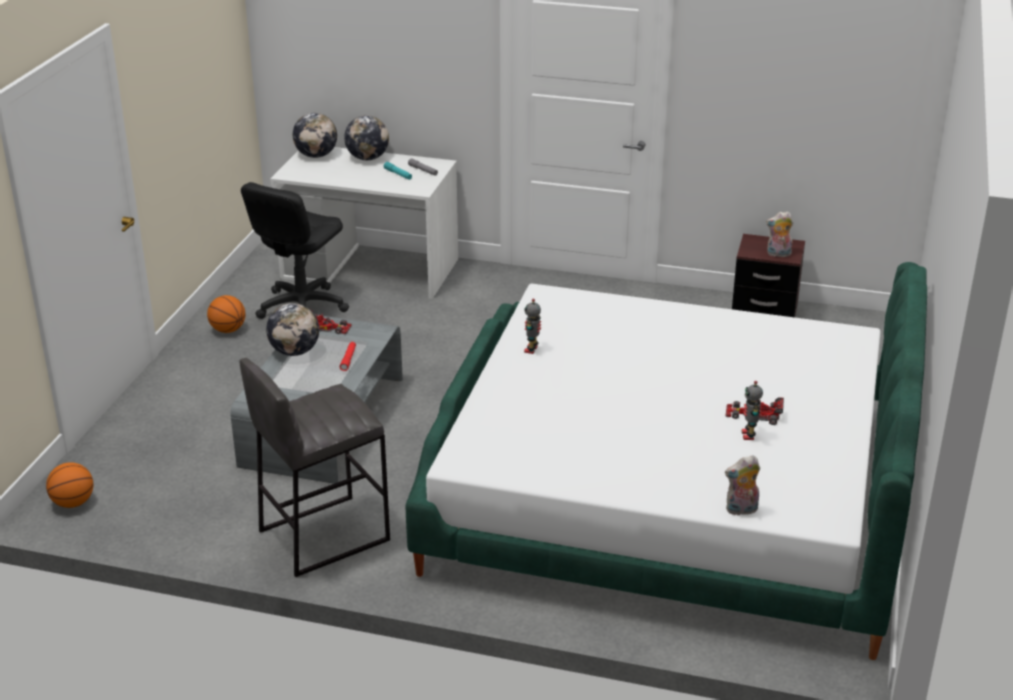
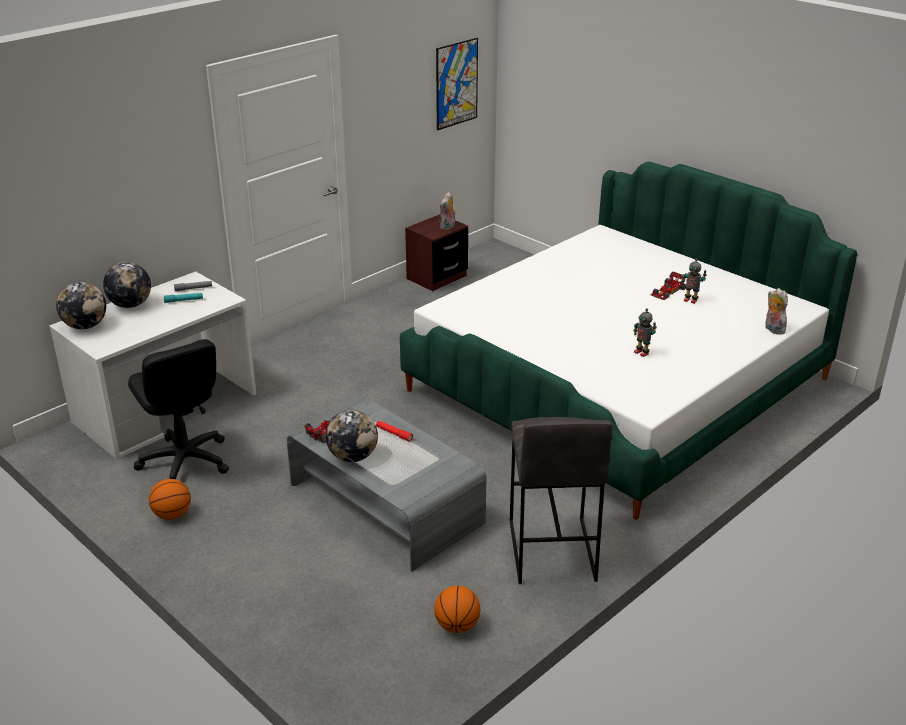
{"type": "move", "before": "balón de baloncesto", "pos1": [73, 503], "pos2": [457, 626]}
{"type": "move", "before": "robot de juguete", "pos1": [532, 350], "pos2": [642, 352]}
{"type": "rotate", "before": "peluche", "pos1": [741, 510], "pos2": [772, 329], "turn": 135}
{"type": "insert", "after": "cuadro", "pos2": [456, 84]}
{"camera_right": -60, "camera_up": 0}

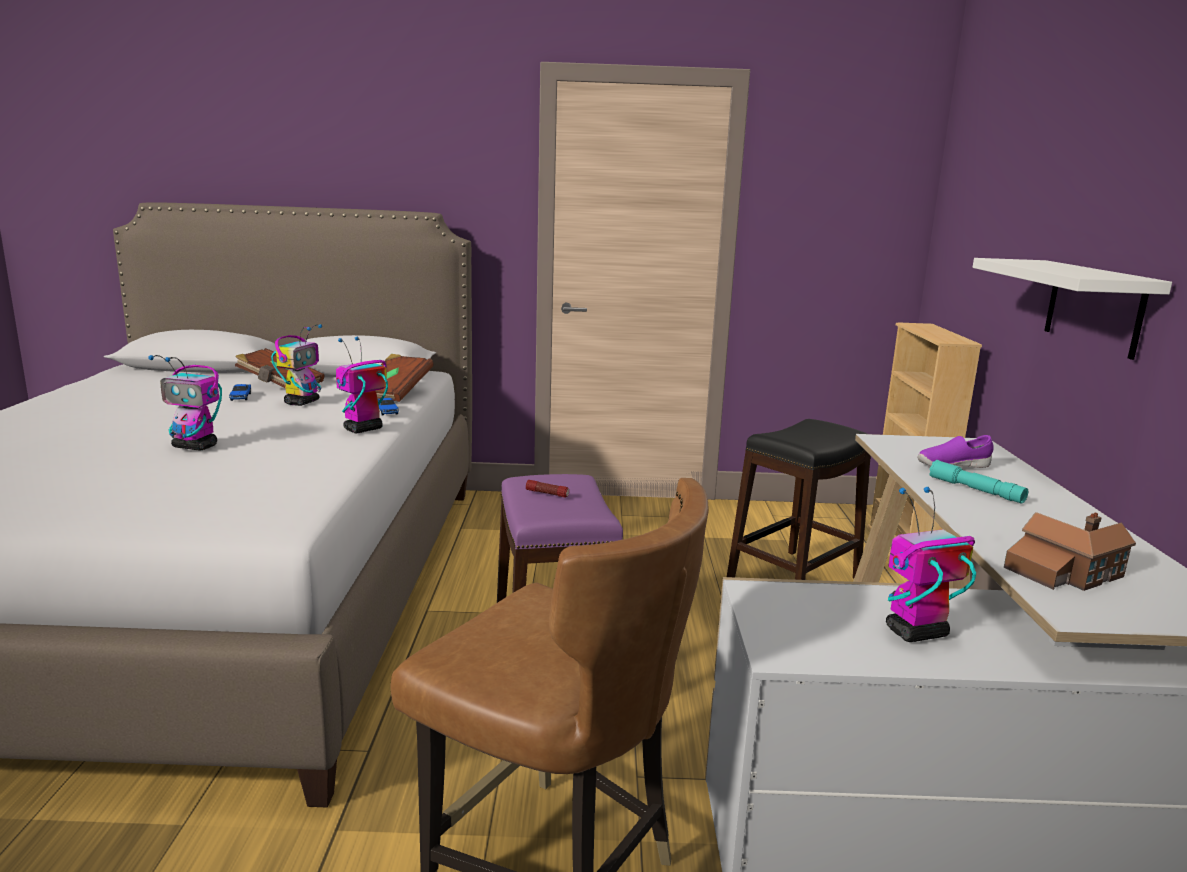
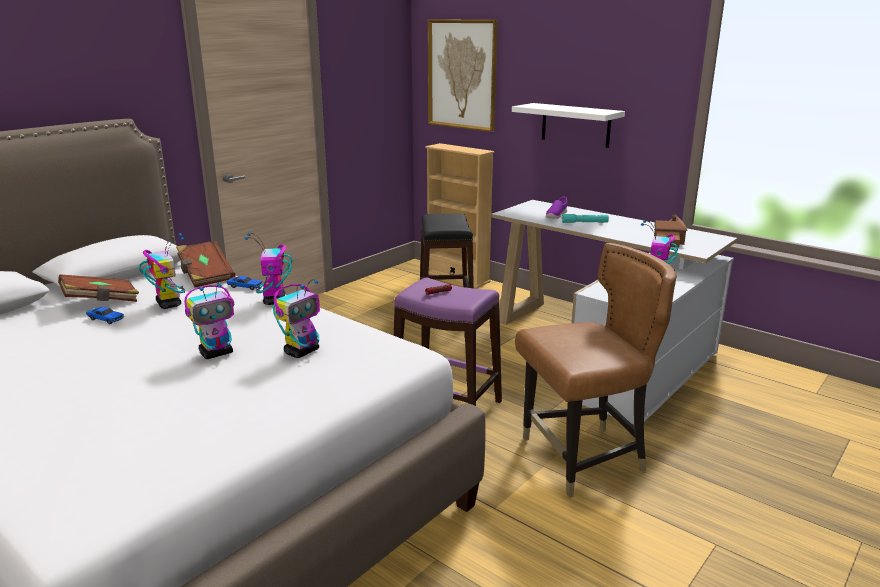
{"type": "insert", "after": "robot de juguete", "pos2": [302, 351]}
{"type": "insert", "after": "cuadro", "pos2": [462, 74]}
{"camera_right": -50, "camera_up": 5}

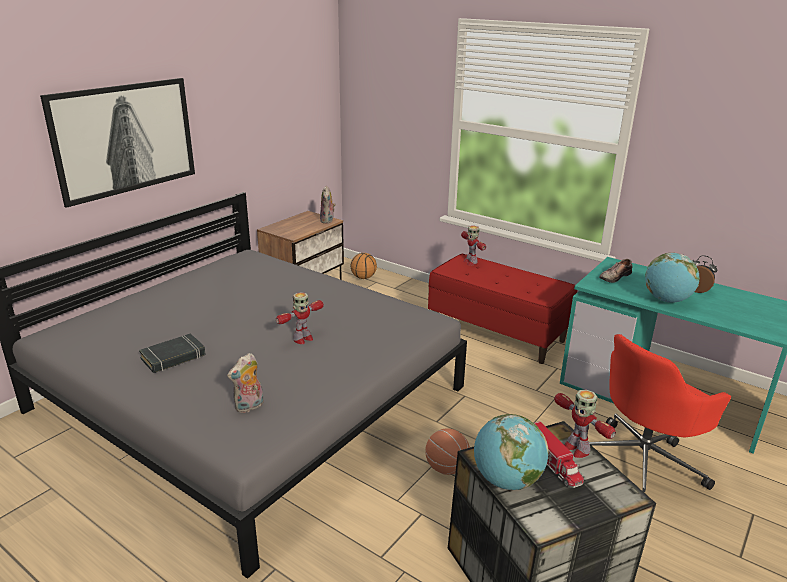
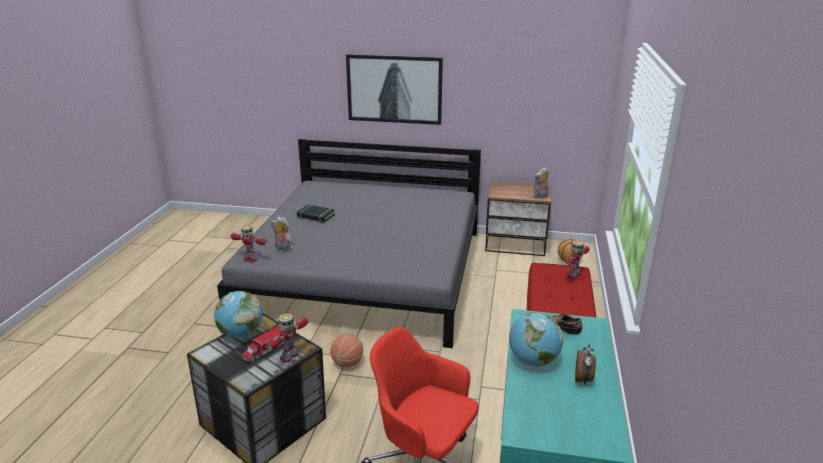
{"type": "move", "before": "robot de juguete", "pos1": [302, 339], "pos2": [250, 259]}
{"camera_right": 65, "camera_up": 0}

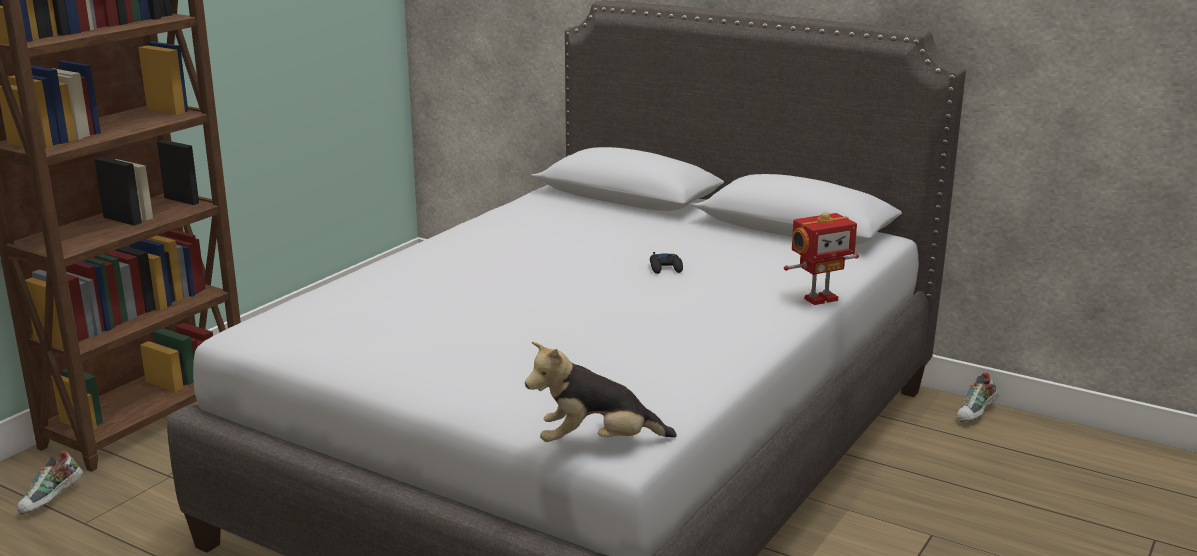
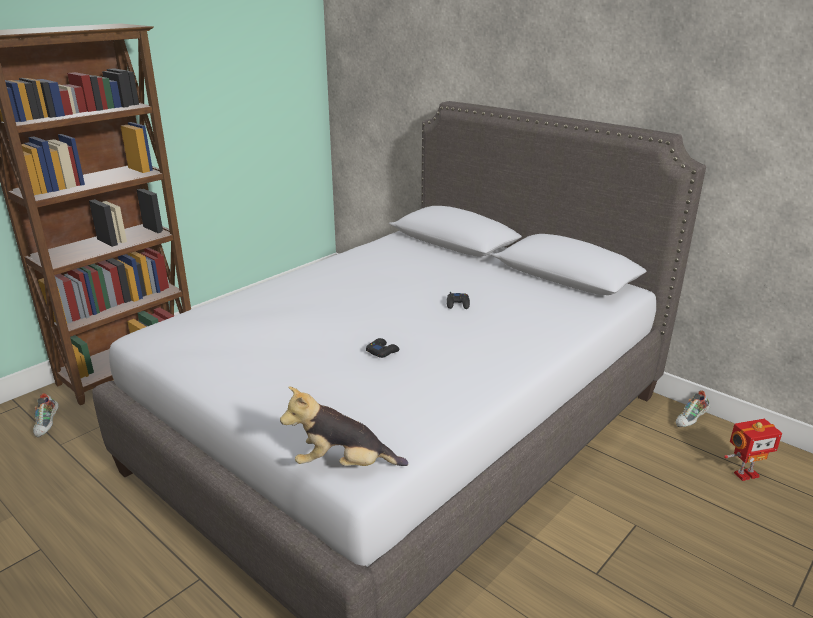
{"type": "rotate", "before": "zapato", "pos1": [52, 501], "pos2": [48, 425], "turn": -45}
{"type": "move", "before": "robot de juguete", "pos1": [819, 298], "pos2": [745, 474]}
{"type": "insert", "after": "mando de consola (negro)", "pos2": [382, 351]}
{"camera_right": 10, "camera_up": 5}

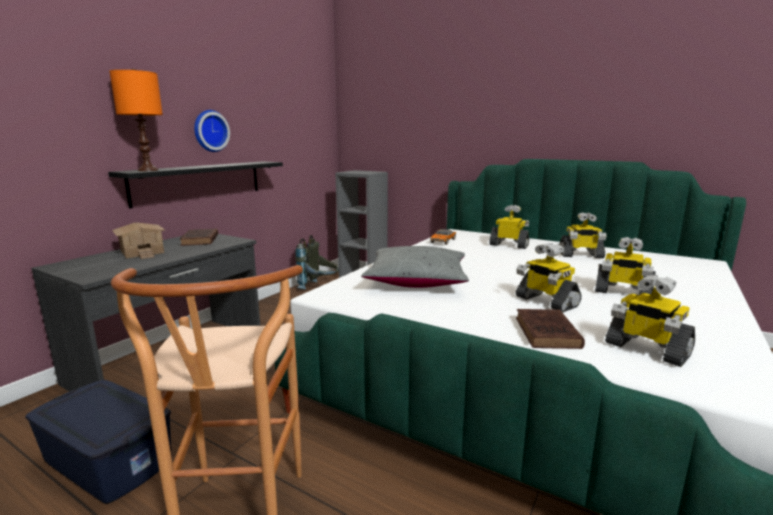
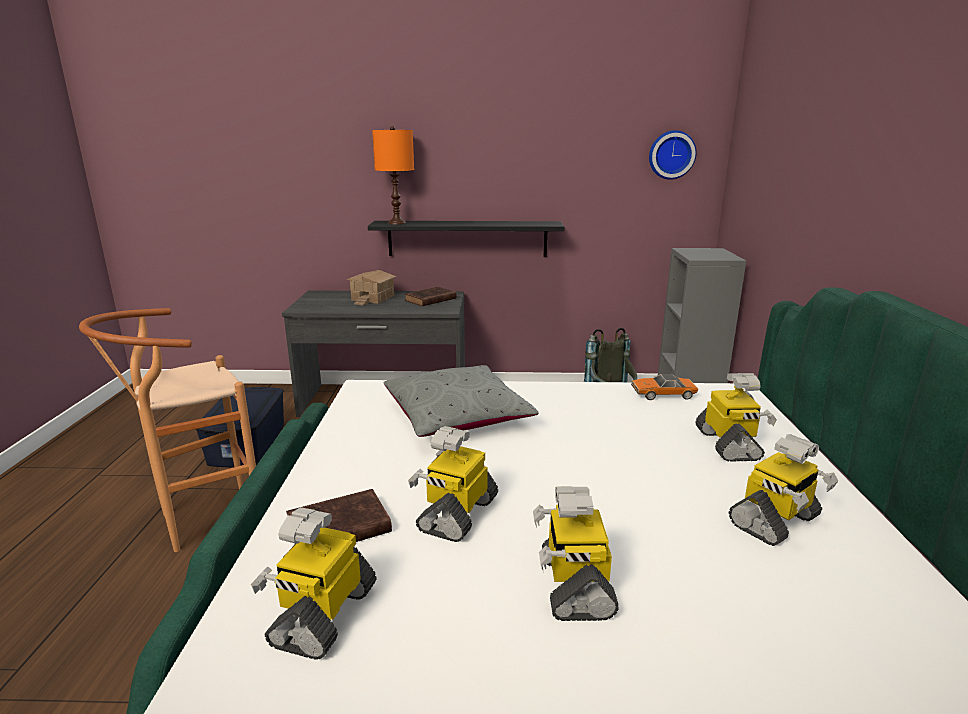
{"type": "move", "before": "reloj de pared", "pos1": [210, 131], "pos2": [671, 155]}
{"type": "rotate", "before": "robot de juguete", "pos1": [580, 255], "pos2": [775, 521], "turn": -105}
{"camera_right": 60, "camera_up": 5}

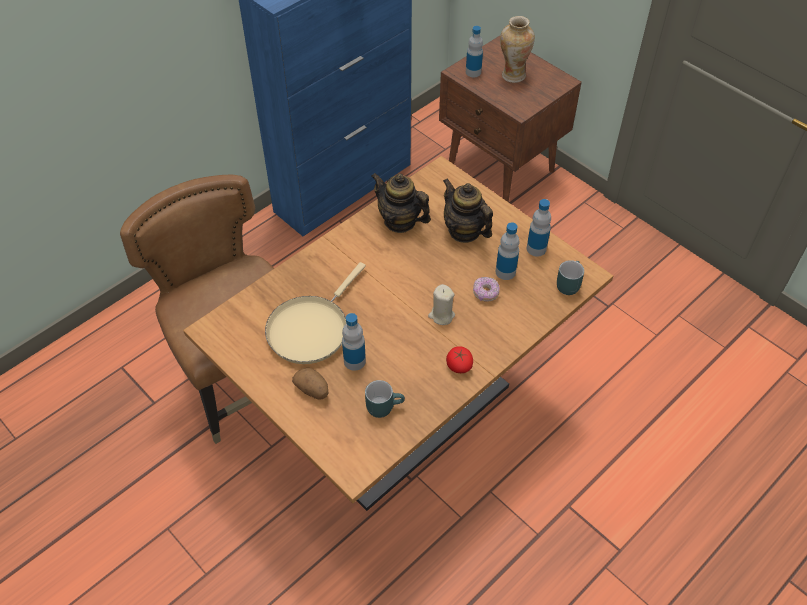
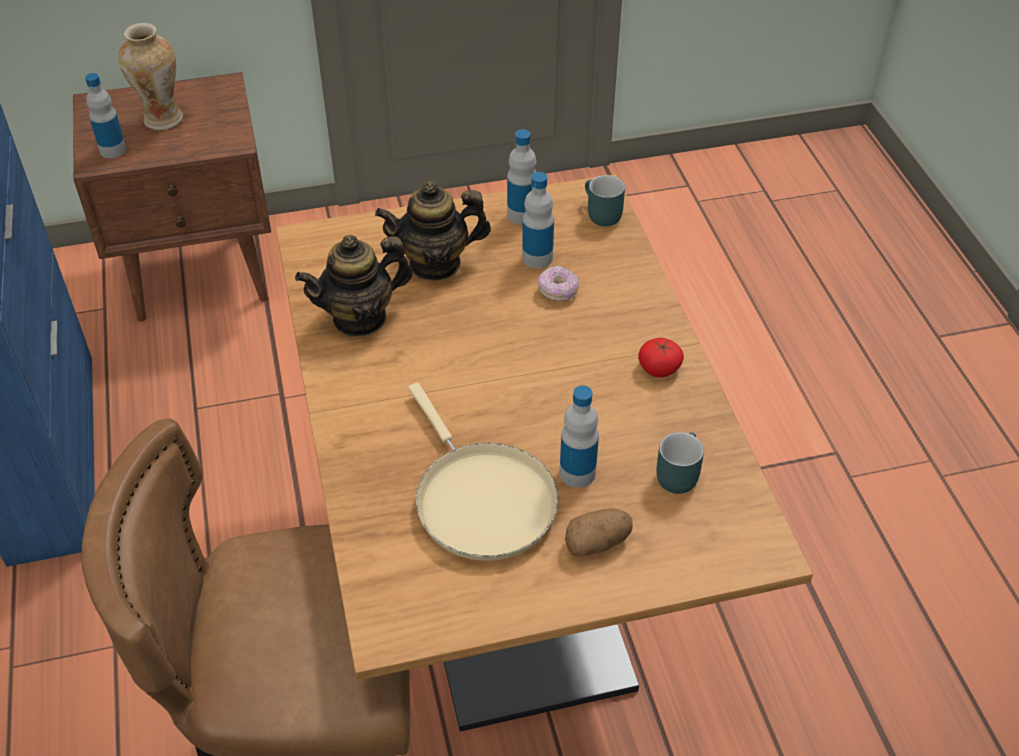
{"type": "delete", "before": "vela (beis)", "pos1": [441, 315]}
{"camera_right": -60, "camera_up": -5}

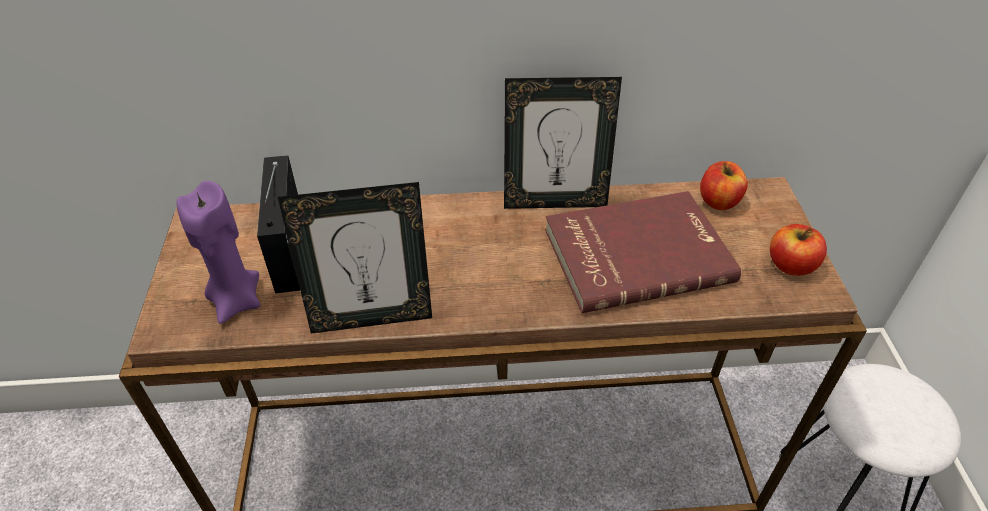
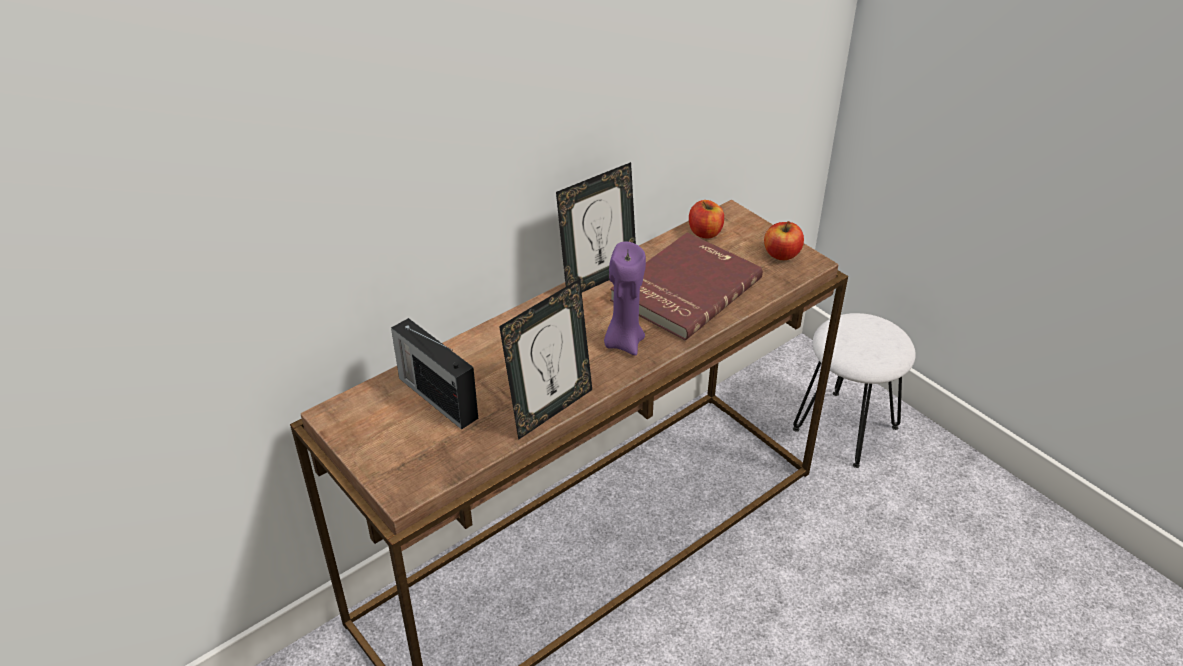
{"type": "move", "before": "vela (morado)", "pos1": [236, 301], "pos2": [623, 342]}
{"camera_right": -35, "camera_up": -5}

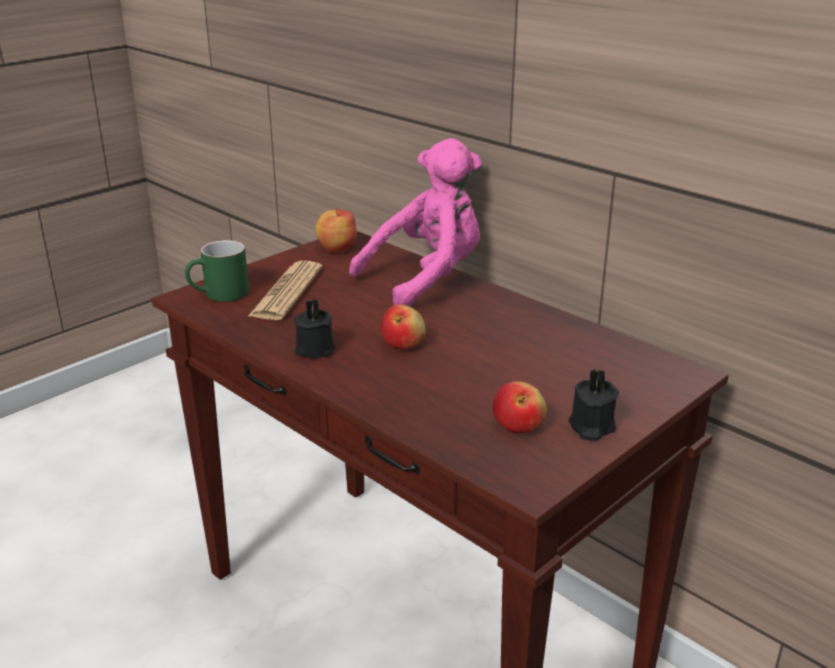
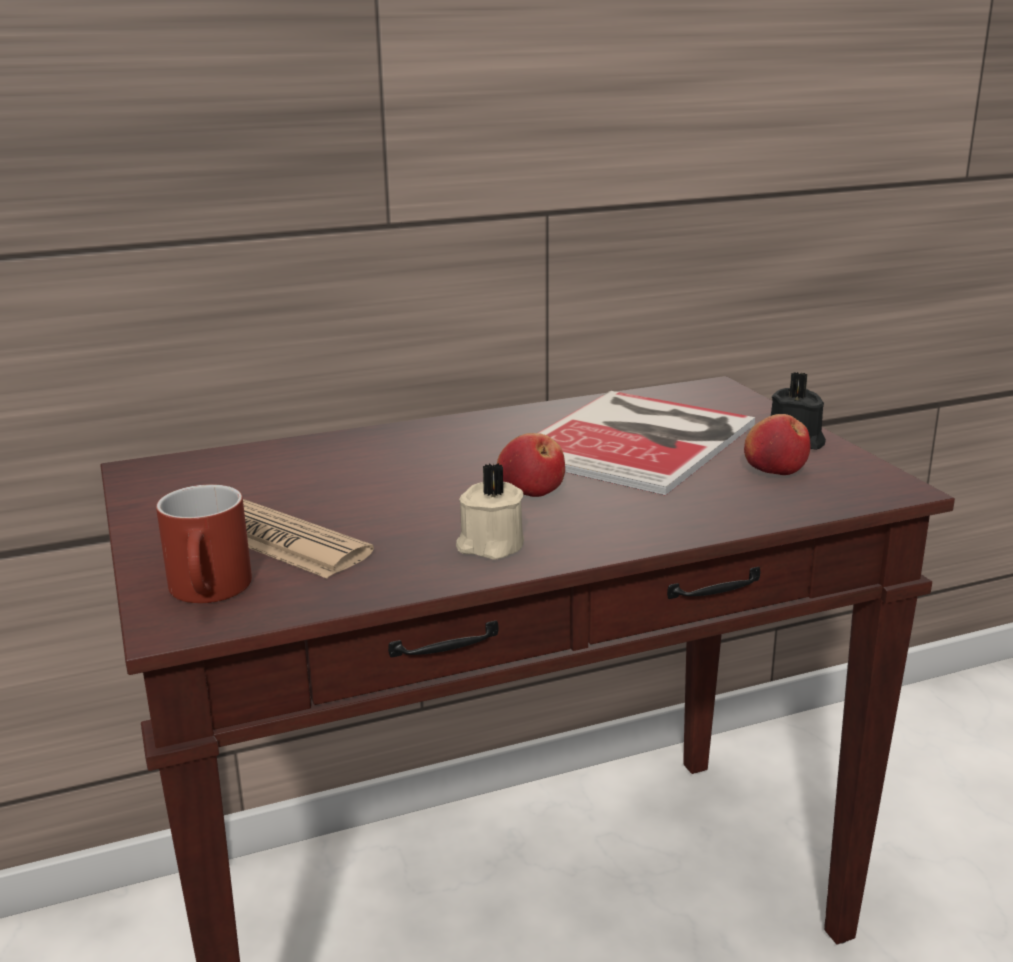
{"type": "recolor", "before": "taza grande (verde)", "after": "taza grande (rojo)", "pos1": [219, 295], "pos2": [212, 592]}
{"type": "recolor", "before": "vela (negro)", "after": "vela (beis)", "pos1": [314, 349], "pos2": [490, 546]}
{"type": "delete", "before": "manzana", "pos1": [336, 248]}
{"type": "delete", "before": "peluche (rosa)", "pos1": [427, 279]}
{"type": "insert", "after": "libro", "pos2": [642, 440]}
{"camera_right": -65, "camera_up": -5}

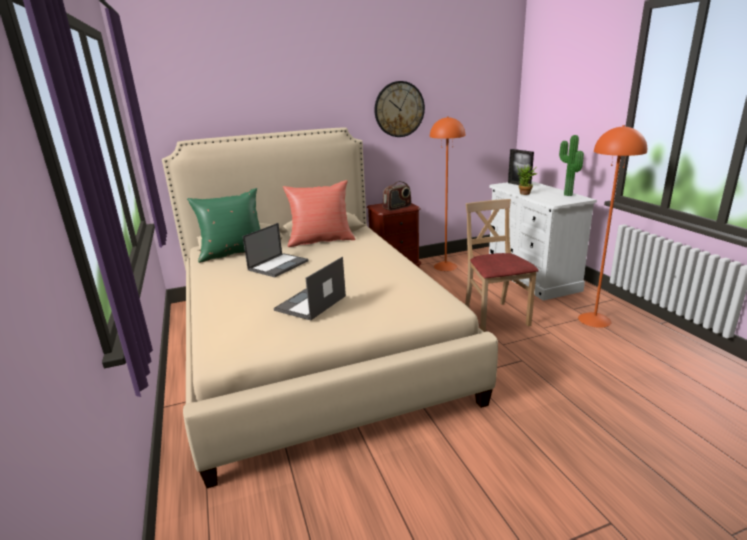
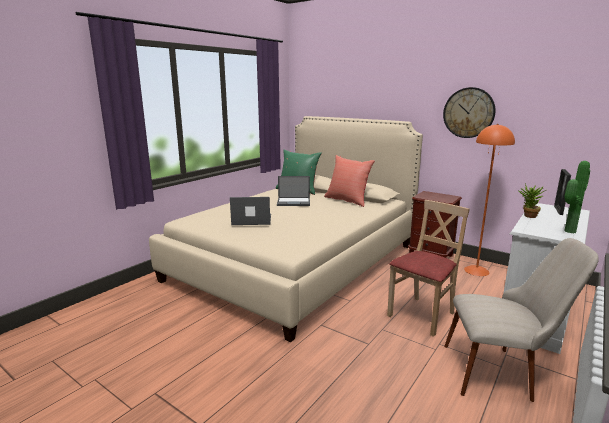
{"type": "delete", "before": "radio", "pos1": [397, 207]}
{"type": "replace", "before": "lámpara de pie (naranja)", "after": "silla (beis)", "pos1": [594, 320], "pos2": [502, 372]}
{"camera_right": 55, "camera_up": -5}

